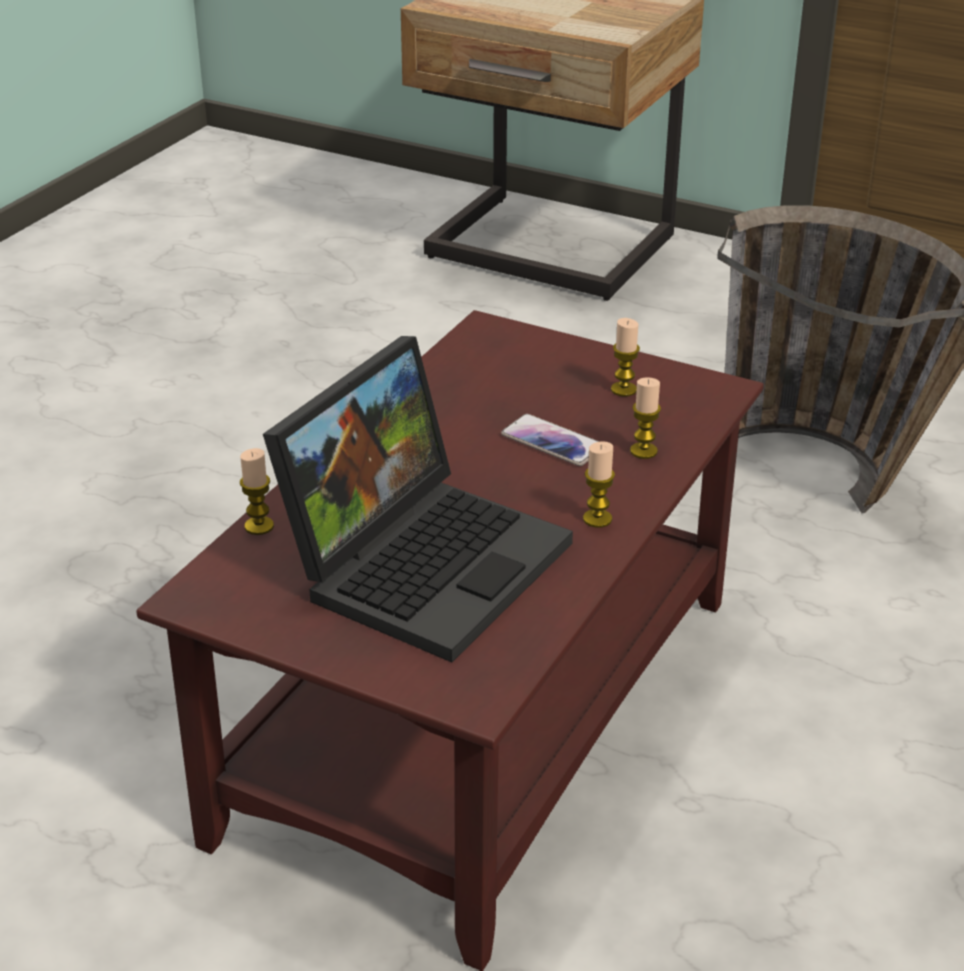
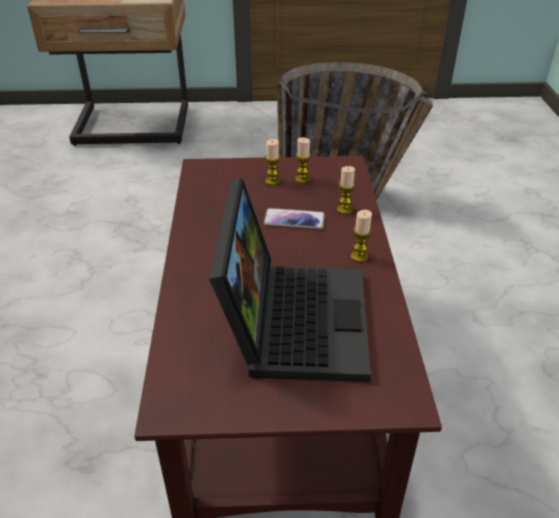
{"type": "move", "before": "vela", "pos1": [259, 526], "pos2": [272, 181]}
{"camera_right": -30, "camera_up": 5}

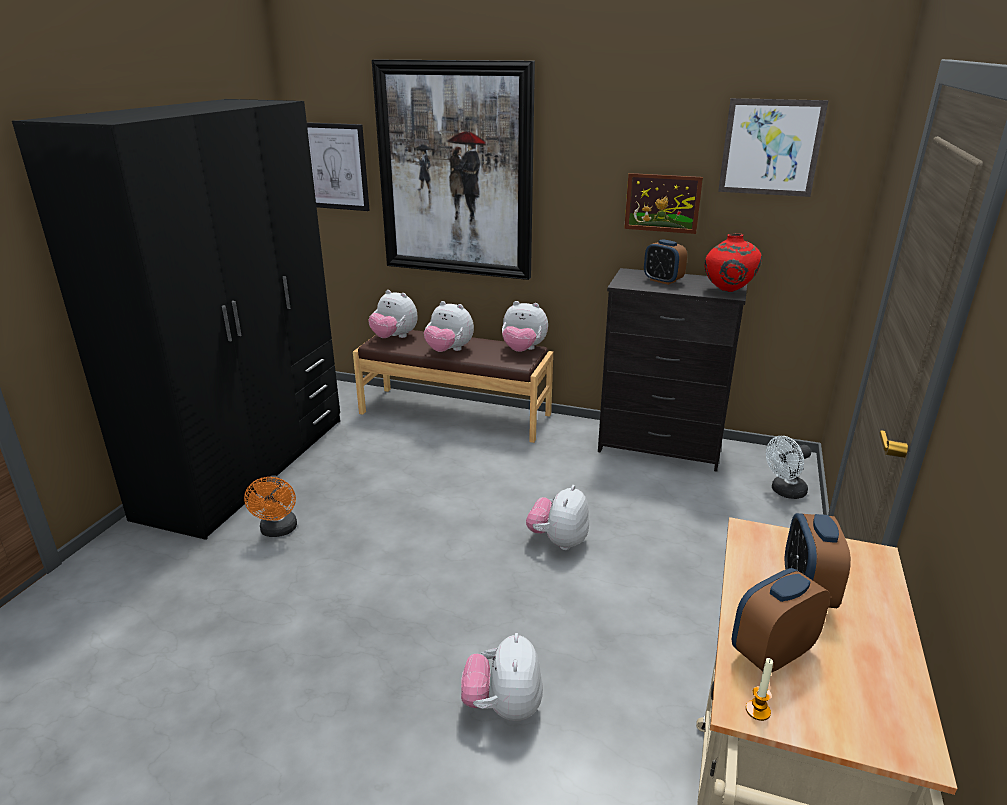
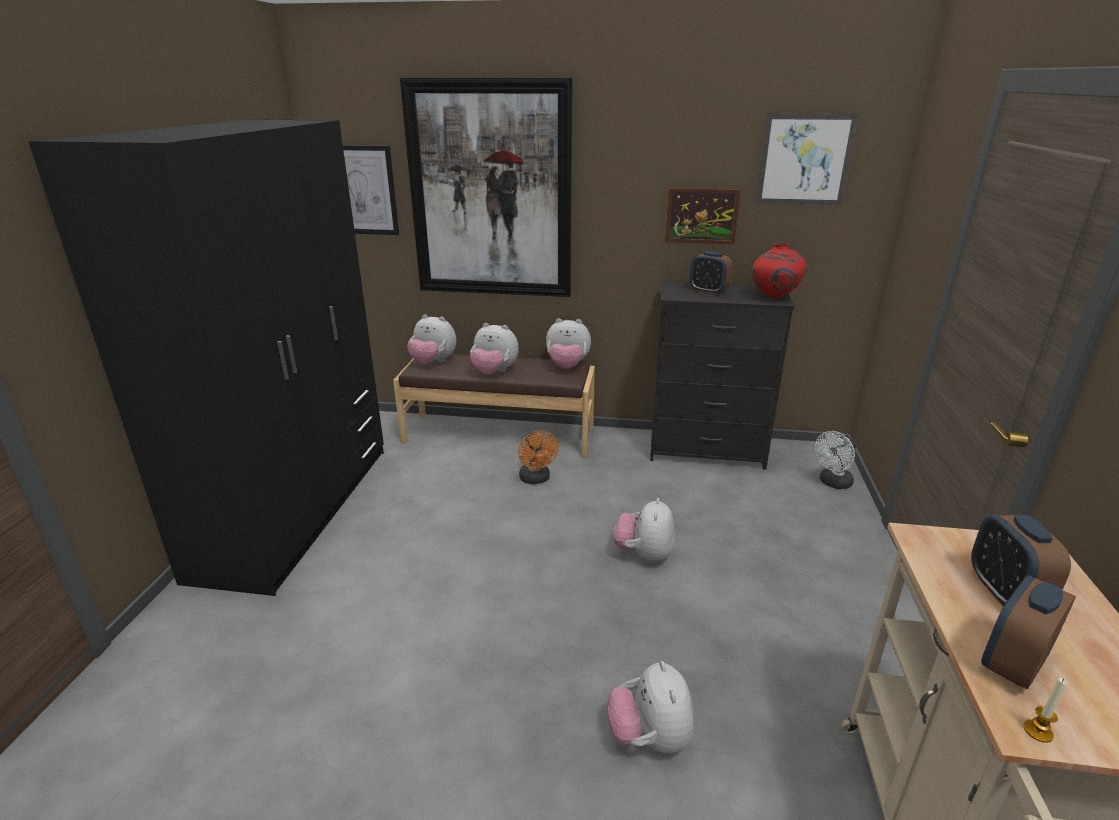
{"type": "move", "before": "ventilador (naranja)", "pos1": [278, 531], "pos2": [536, 479]}
{"camera_right": -10, "camera_up": 0}

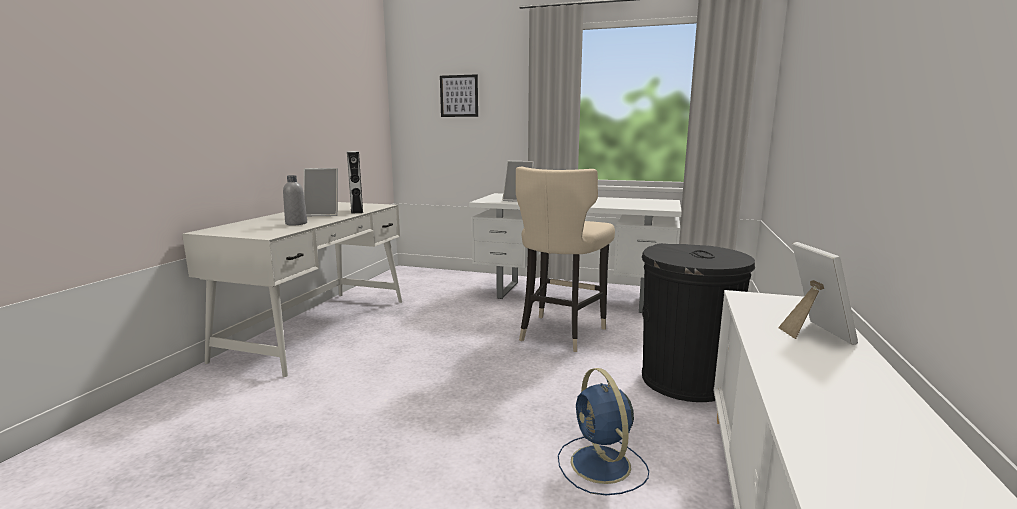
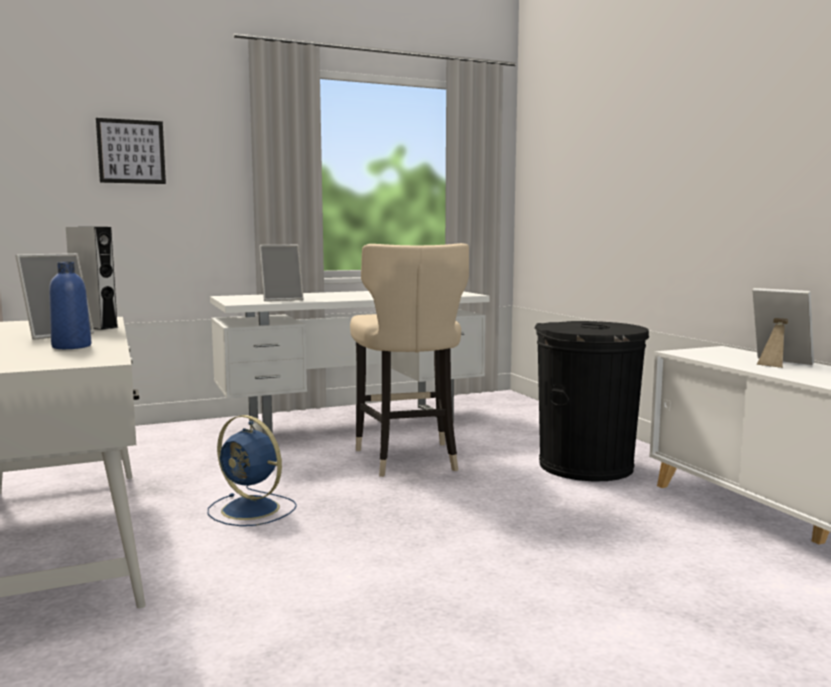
{"type": "recolor", "before": "botella (gris)", "after": "botella (azul)", "pos1": [296, 223], "pos2": [71, 346]}
{"type": "move", "before": "ventilador (azul)", "pos1": [601, 466], "pos2": [252, 510]}
{"camera_right": -40, "camera_up": -5}

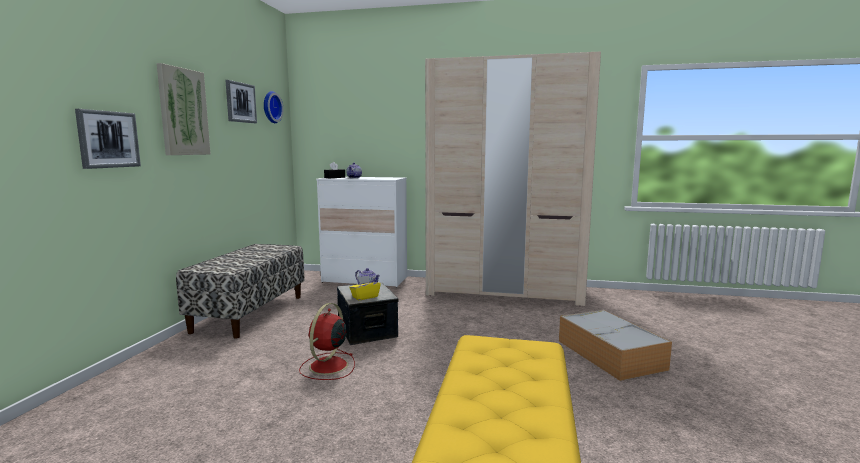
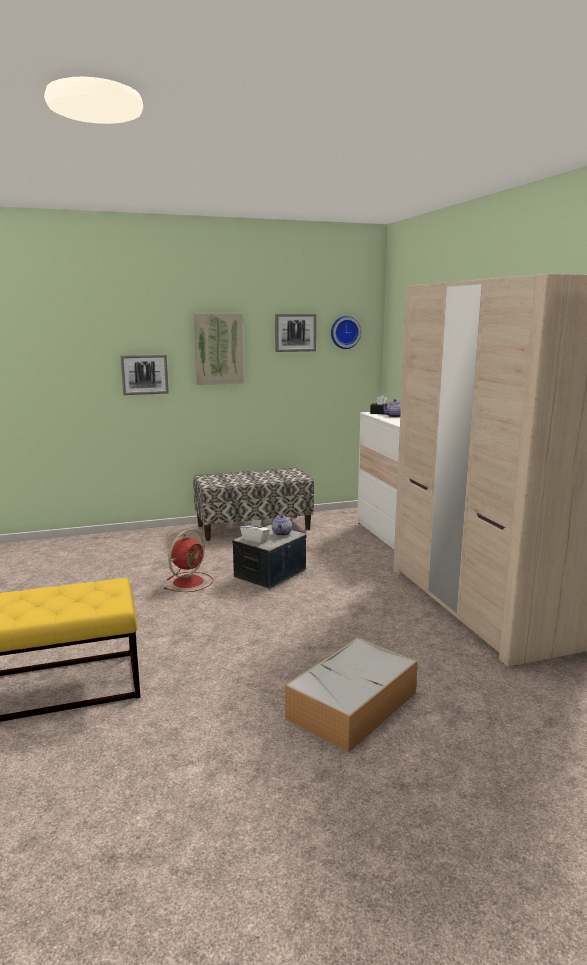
{"type": "rotate", "before": "ventilador (rojo)", "pos1": [327, 366], "pos2": [189, 582], "turn": 135}
{"type": "recolor", "before": "caja de pañuelos (amarillo)", "after": "caja de pañuelos (blanco)", "pos1": [365, 297], "pos2": [255, 539]}
{"camera_right": 60, "camera_up": 5}

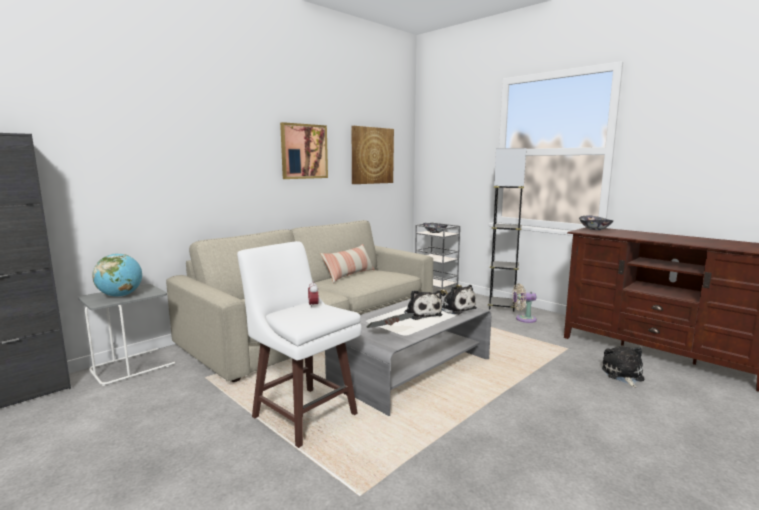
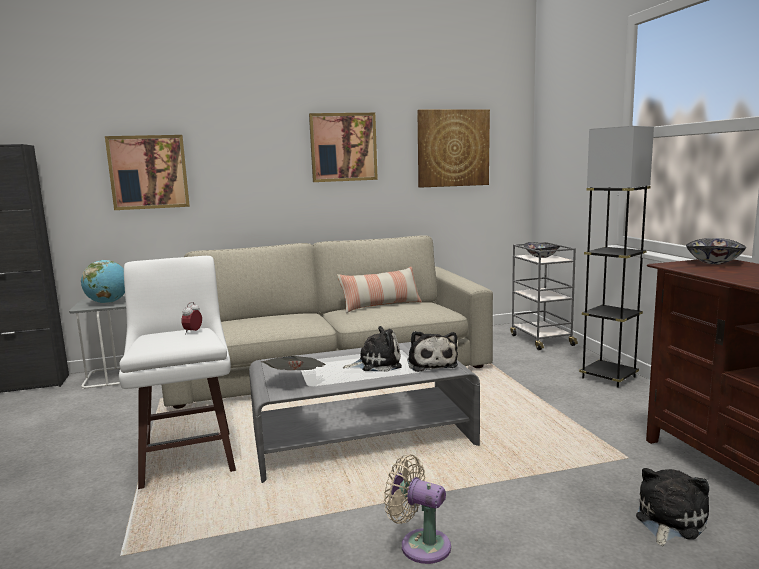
{"type": "rotate", "before": "peluche", "pos1": [422, 314], "pos2": [376, 364], "turn": -105}
{"type": "move", "before": "ventilador (beis)", "pos1": [523, 319], "pos2": [420, 544]}
{"type": "insert", "after": "cuadro", "pos2": [148, 172]}
{"camera_right": 30, "camera_up": 0}

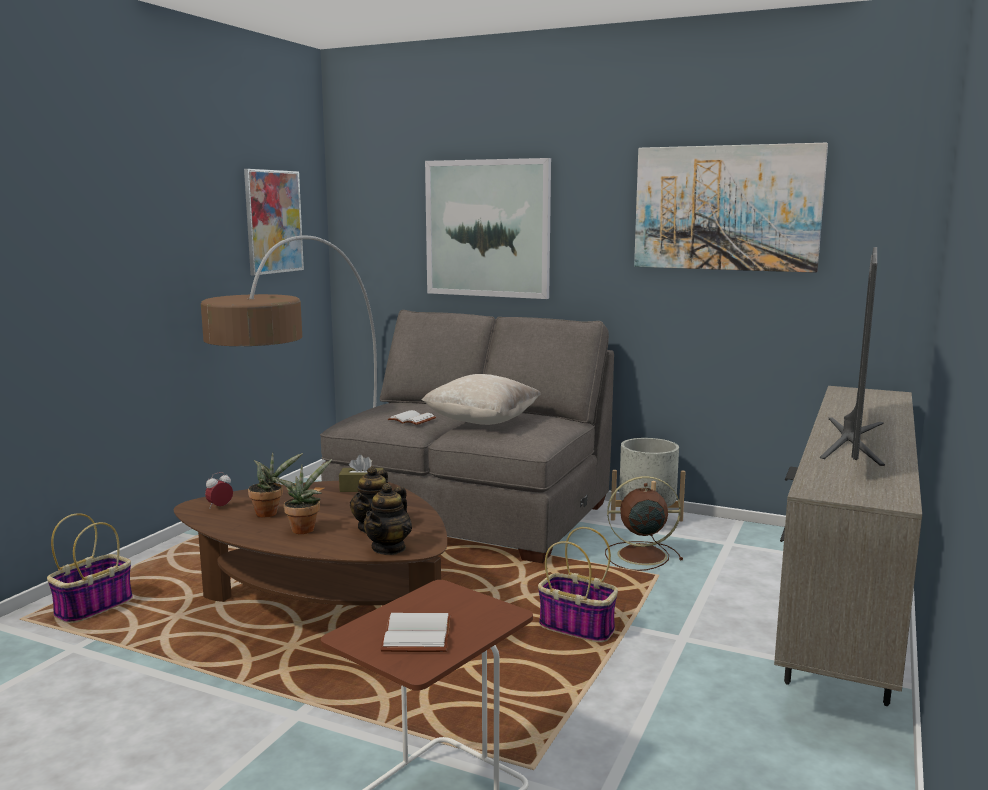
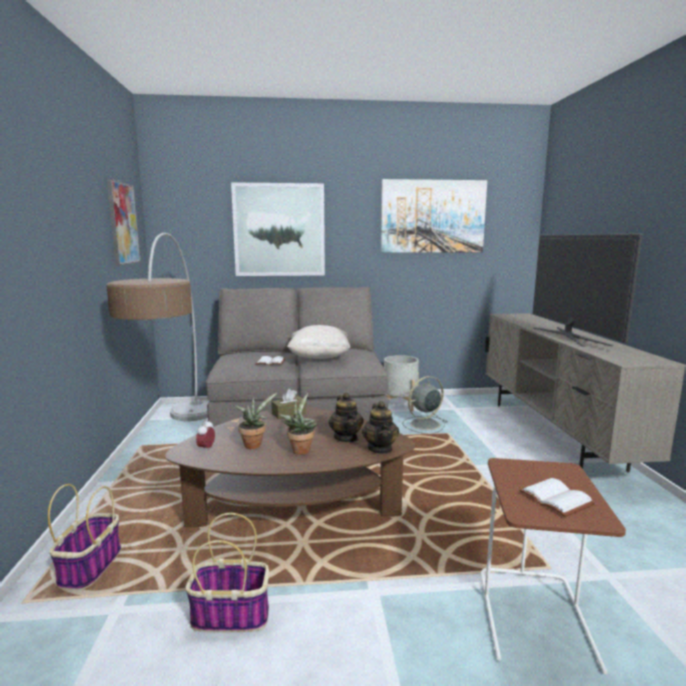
{"type": "move", "before": "cesta", "pos1": [578, 628], "pos2": [232, 615]}
{"type": "recolor", "before": "ventilador (marrón)", "after": "ventilador (gris)", "pos1": [639, 555], "pos2": [424, 424]}
{"camera_right": -30, "camera_up": 0}

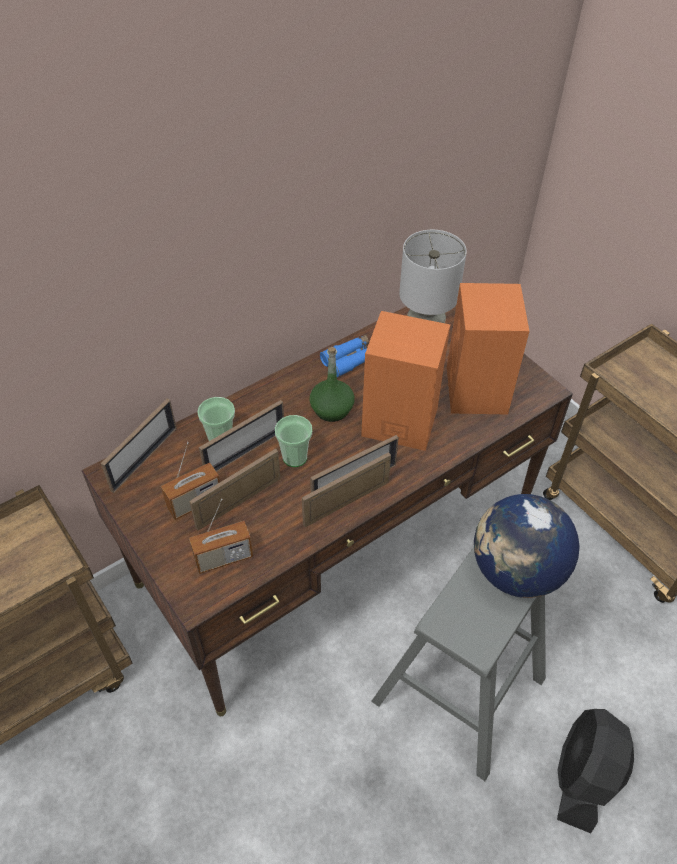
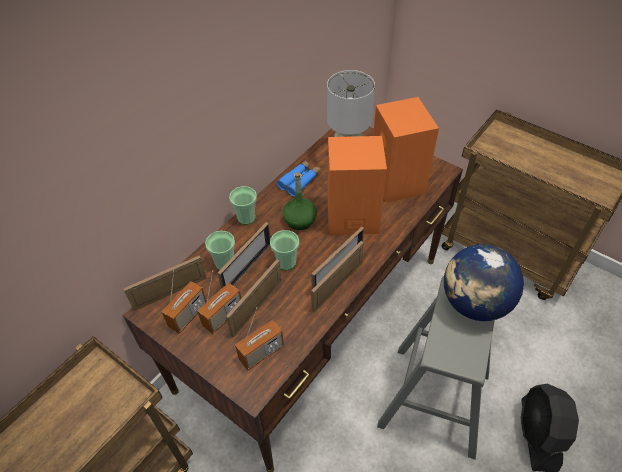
{"type": "rotate", "before": "portarretratos", "pos1": [144, 459], "pos2": [170, 293], "turn": -135}
{"type": "insert", "after": "radio", "pos2": [188, 315]}
{"type": "insert", "after": "taza", "pos2": [246, 218]}
{"camera_right": -15, "camera_up": 0}

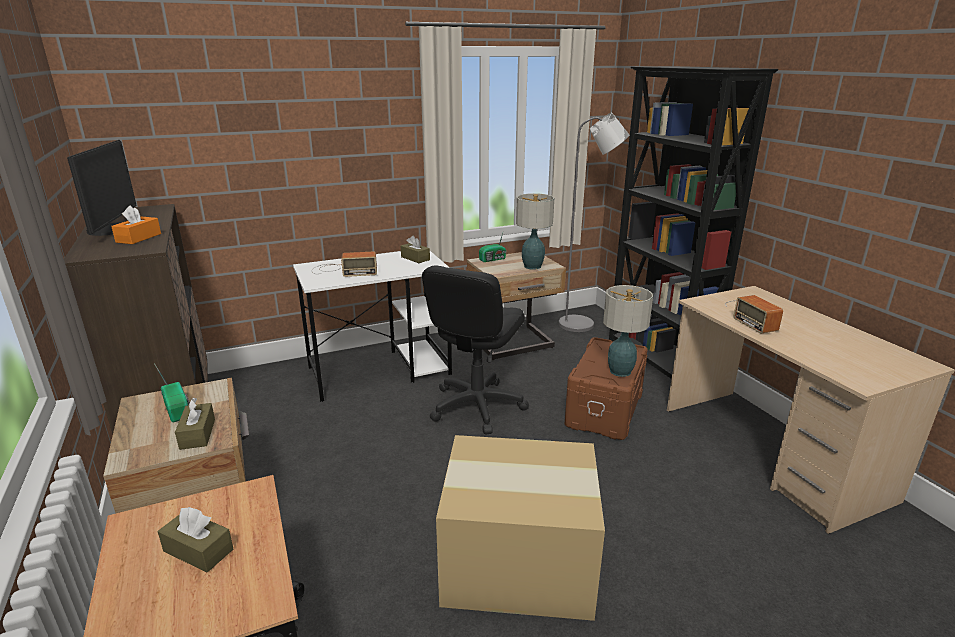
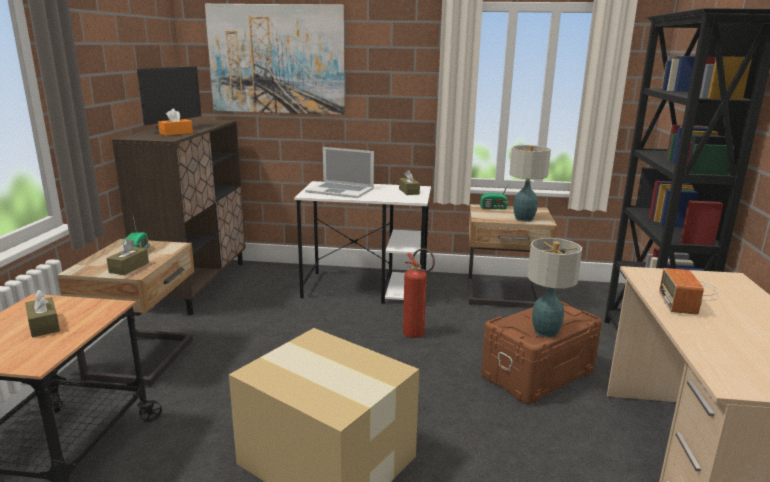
{"type": "replace", "before": "radio", "after": "portátil", "pos1": [343, 270], "pos2": [340, 190]}
{"type": "replace", "before": "silla de oficina (negro)", "after": "extintor", "pos1": [476, 406], "pos2": [417, 335]}
{"type": "delete", "before": "lámpara de pie (gris)", "pos1": [583, 325]}
{"type": "insert", "after": "cuadro", "pos2": [276, 60]}
{"camera_right": 30, "camera_up": -5}

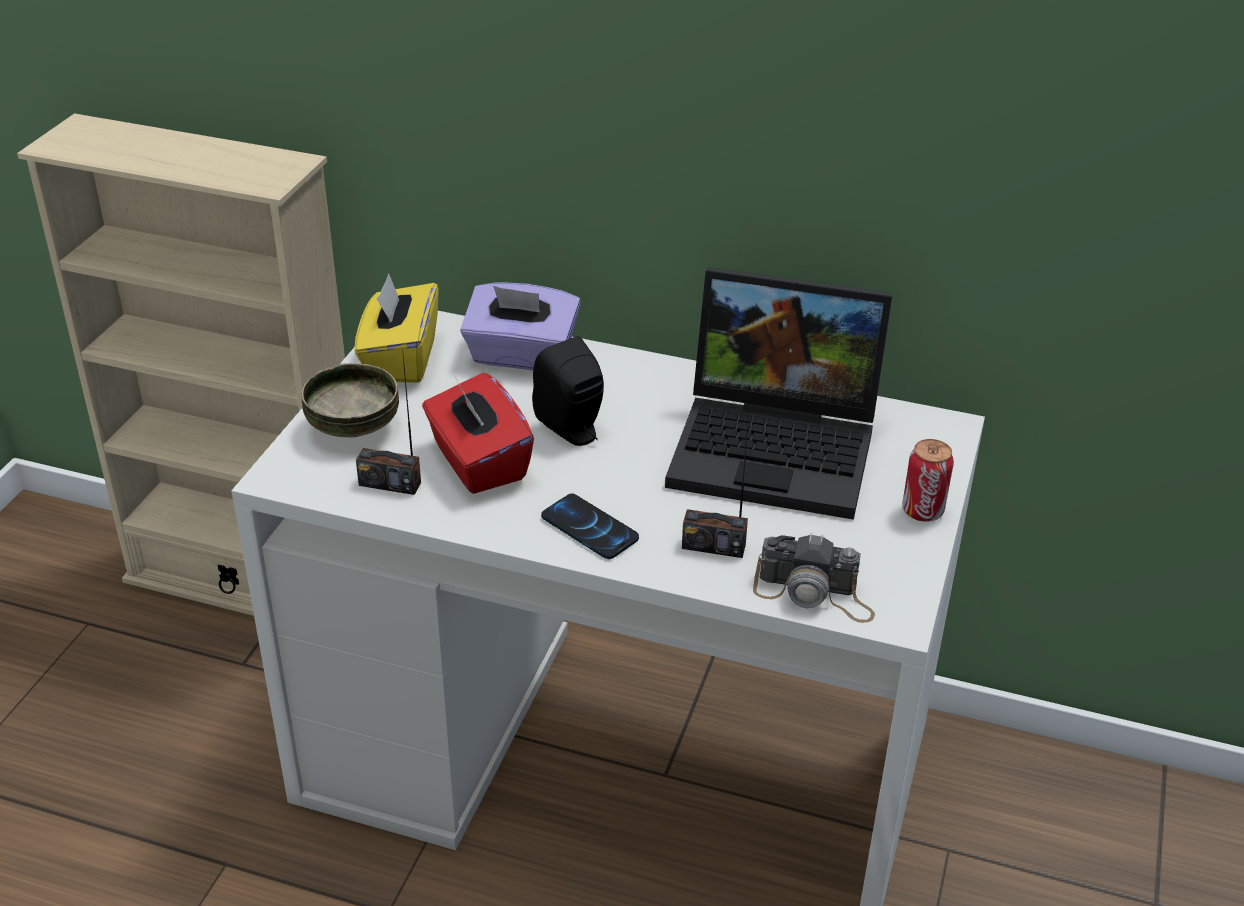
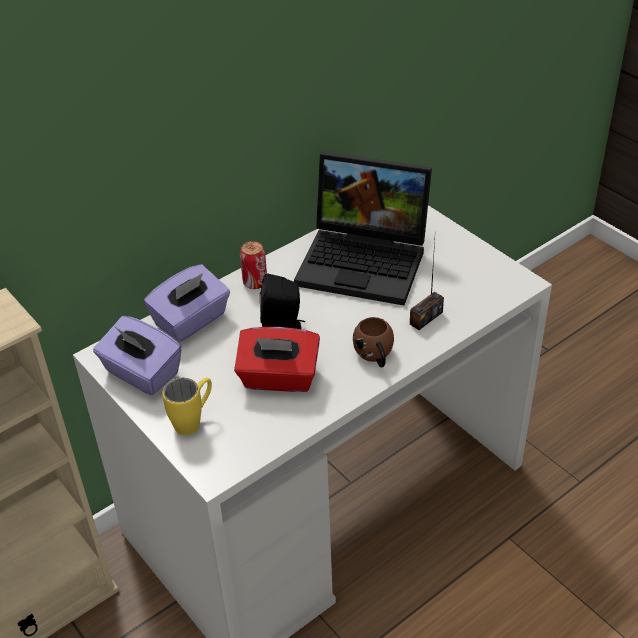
{"type": "replace", "before": "cuenco", "after": "taza grande (amarillo)", "pos1": [353, 427], "pos2": [194, 421]}
{"type": "recolor", "before": "caja de pañuelos (amarillo)", "after": "caja de pañuelos (morado)", "pos1": [400, 359], "pos2": [141, 373]}
{"type": "delete", "before": "radio", "pos1": [390, 483]}
{"type": "replace", "before": "móvil", "after": "taza grande (marrón)", "pos1": [589, 528], "pos2": [375, 357]}
{"type": "rotate", "before": "portátil", "pos1": [780, 448], "pos2": [366, 261], "turn": 60}
{"type": "delete", "before": "cámara", "pos1": [814, 594]}
{"type": "move", "before": "lata", "pos1": [922, 511], "pos2": [255, 283]}
{"camera_right": -55, "camera_up": 5}

